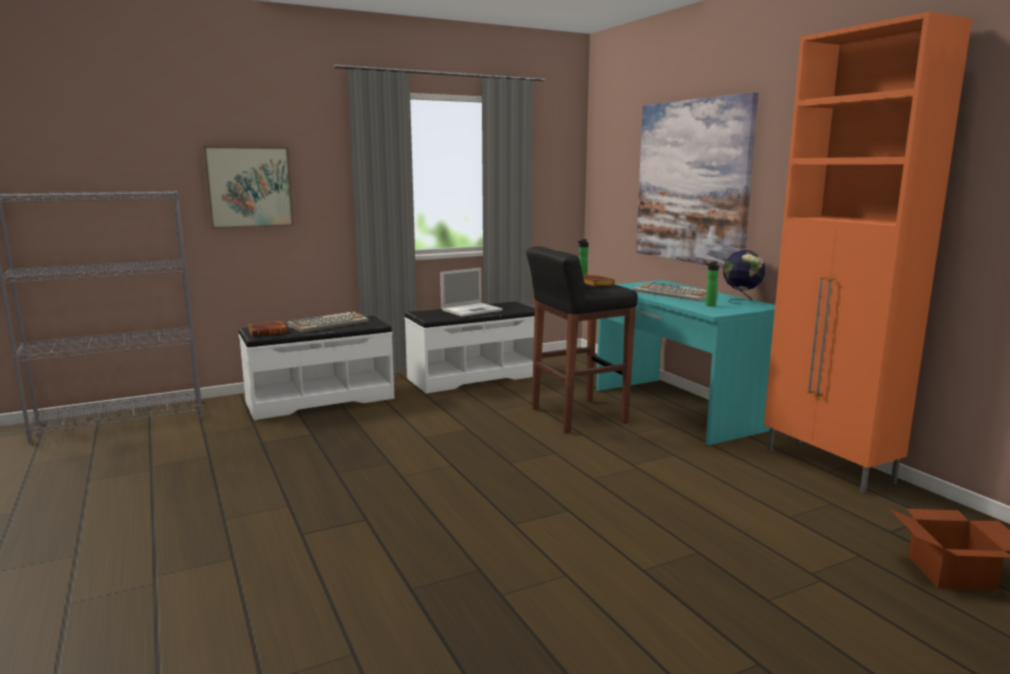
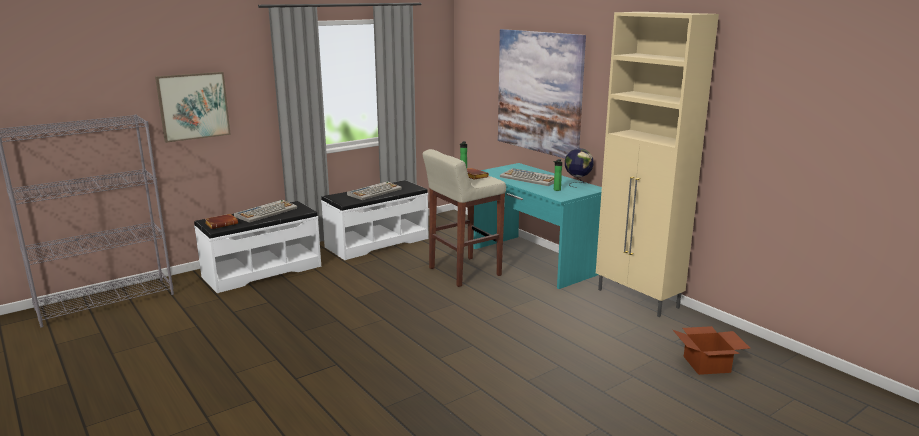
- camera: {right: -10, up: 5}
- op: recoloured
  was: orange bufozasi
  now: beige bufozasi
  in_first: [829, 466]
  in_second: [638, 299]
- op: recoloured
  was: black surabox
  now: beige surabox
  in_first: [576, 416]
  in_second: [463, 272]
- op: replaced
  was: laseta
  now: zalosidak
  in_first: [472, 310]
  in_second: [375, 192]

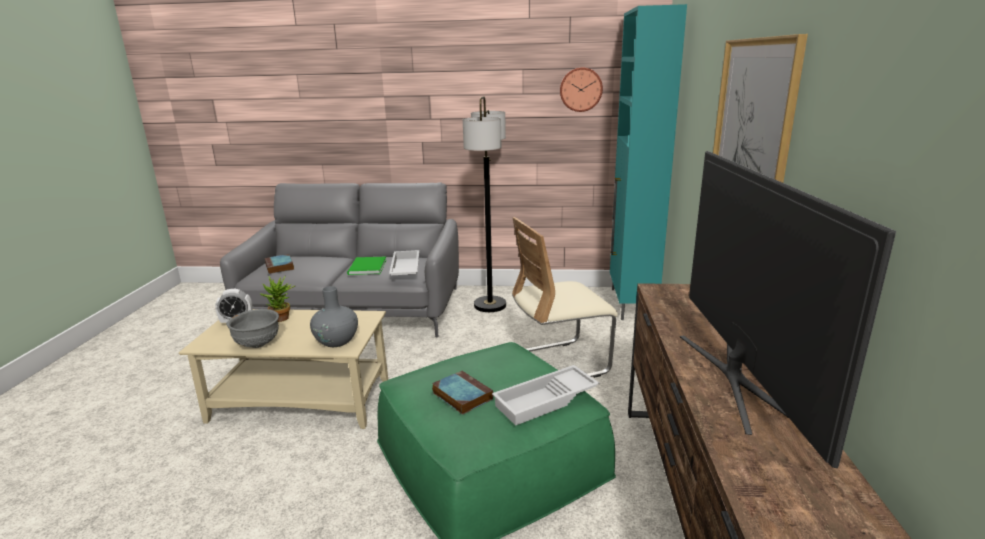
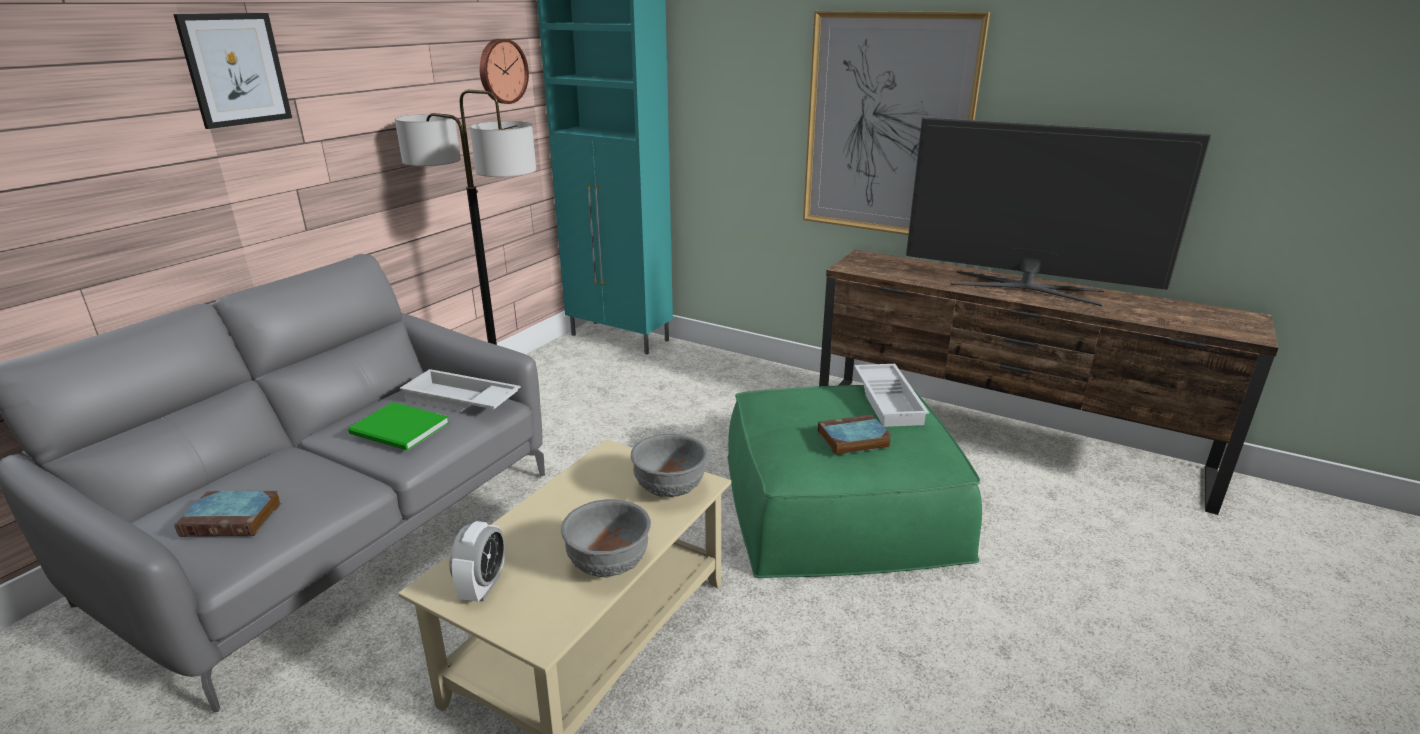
- camera: {right: -65, up: 5}
- op: removed
  was: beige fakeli
  in_first: [558, 364]
- op: removed
  was: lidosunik
  in_first: [282, 319]
- op: replaced
  was: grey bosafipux
  now: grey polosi
  in_first: [336, 341]
  in_second: [671, 490]
- op: added
  now: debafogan
  in_second: [235, 69]

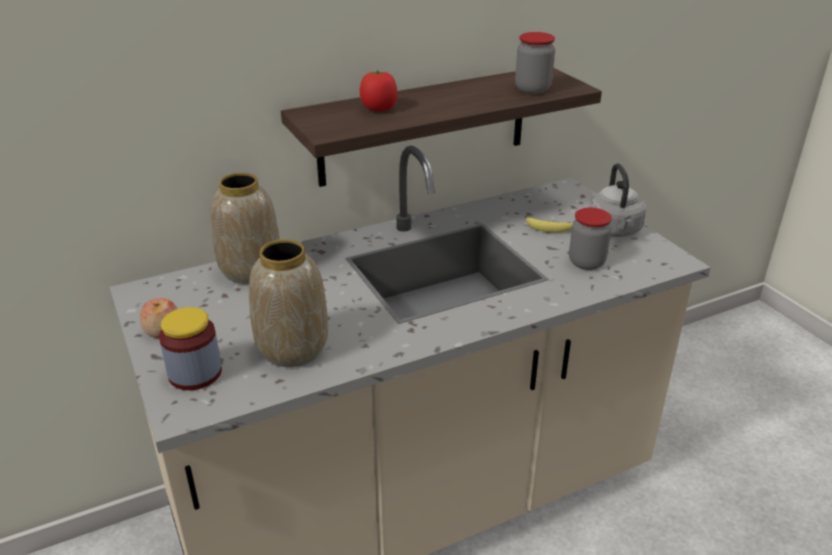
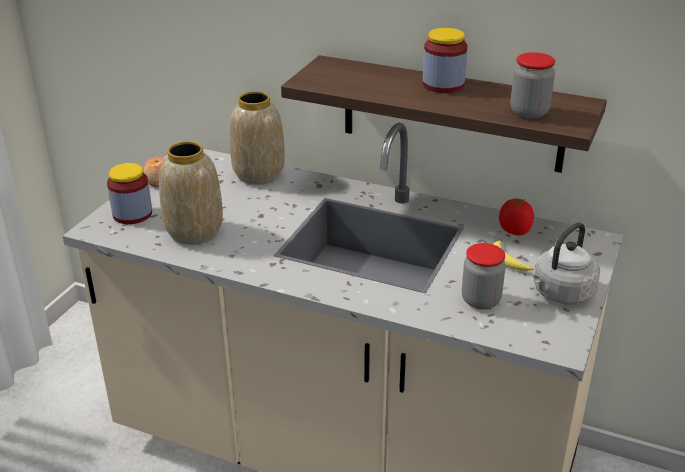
- camera: {right: 50, up: 0}
- op: moved
  was: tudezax
  in_first: [379, 109]
  in_second: [515, 231]
- op: added
  now: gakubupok
  in_second: [443, 85]

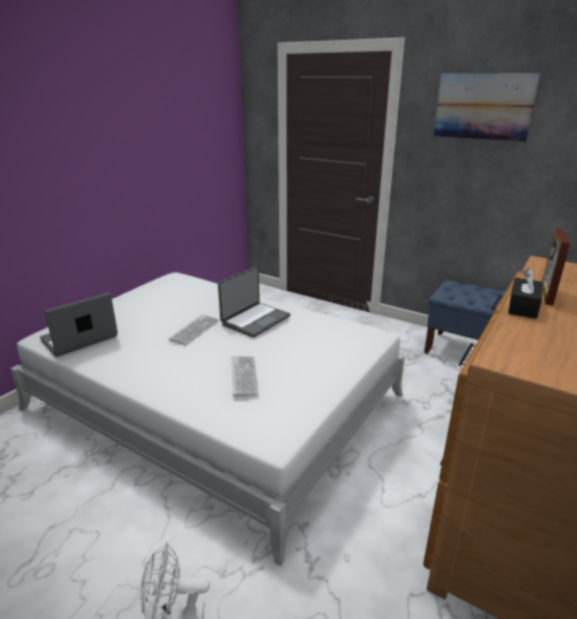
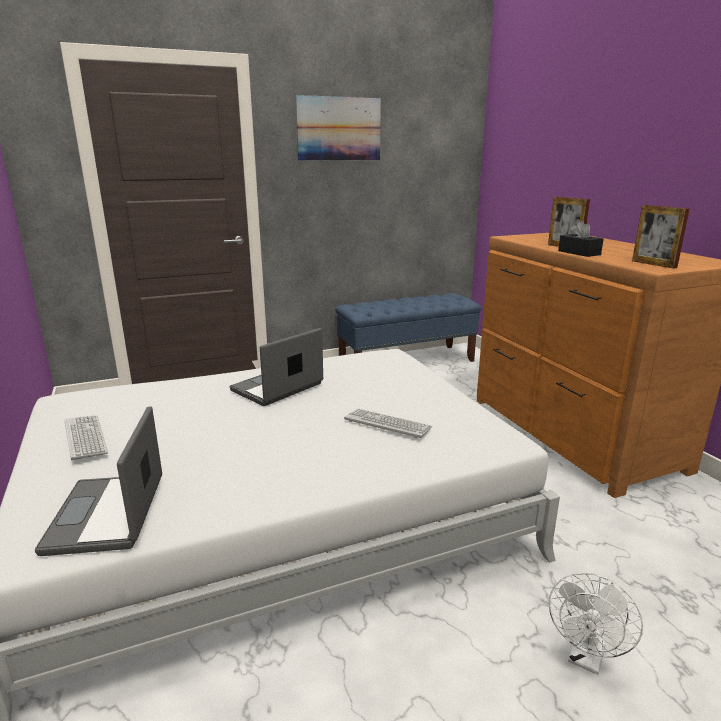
- camera: {right: -55, up: -5}
- op: turned
  was: laseta
  in_first: [255, 320]
  in_second: [278, 388]
  clockwise: -120
- op: moved
  was: zalosidak
  in_first: [194, 330]
  in_second: [85, 437]
- op: added
  now: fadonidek
  in_second: [654, 264]

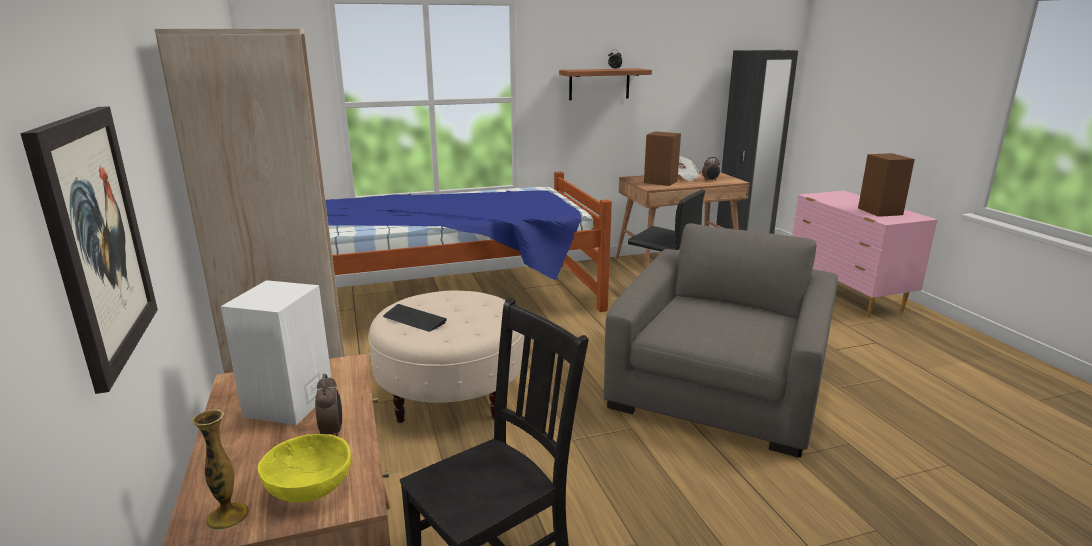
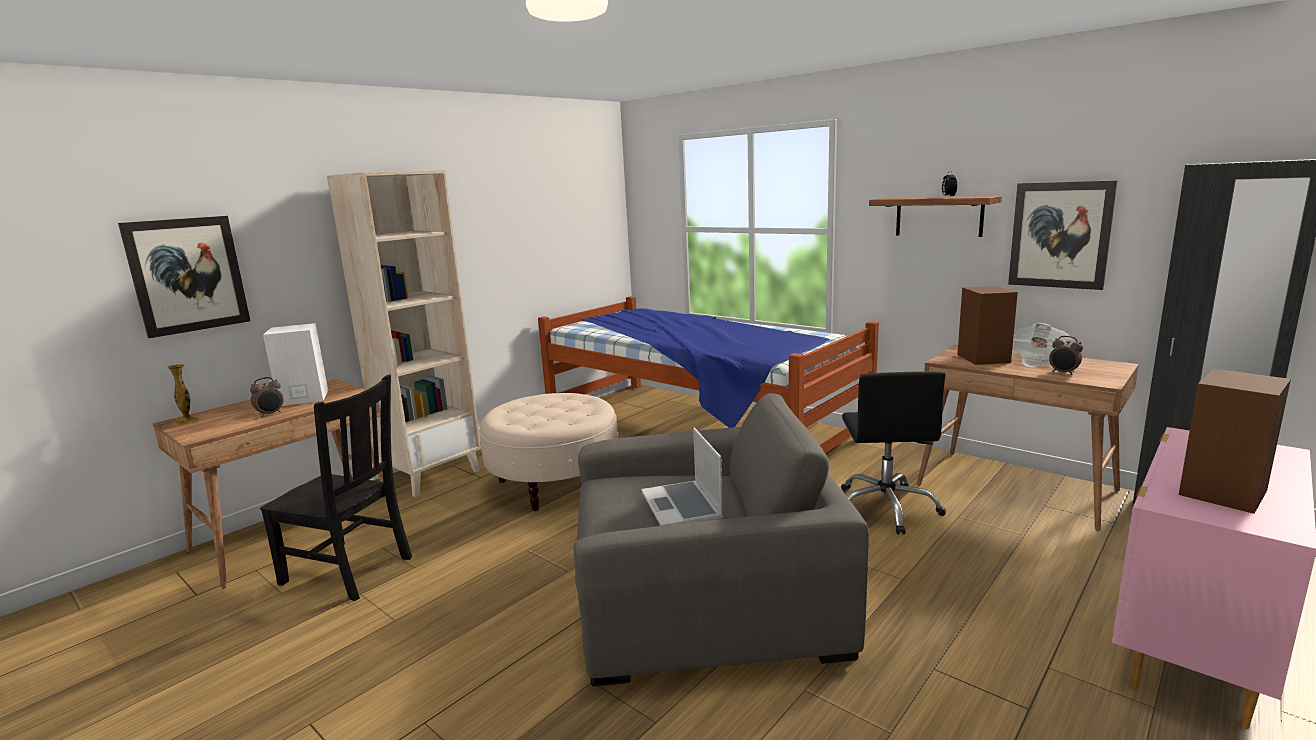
- camera: {right: 60, up: -5}
- op: removed
  was: zalosidak
  in_first: [414, 319]
- op: removed
  was: yellow polosi
  in_first: [309, 487]
- op: added
  now: debafogan
  in_second: [1060, 235]
- op: added
  now: laseta
  in_second: [683, 506]

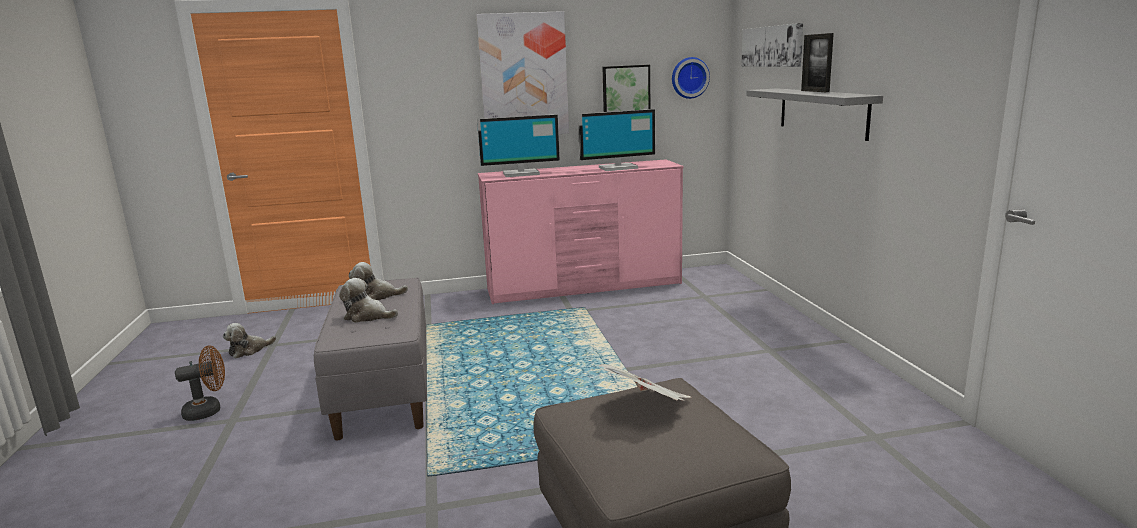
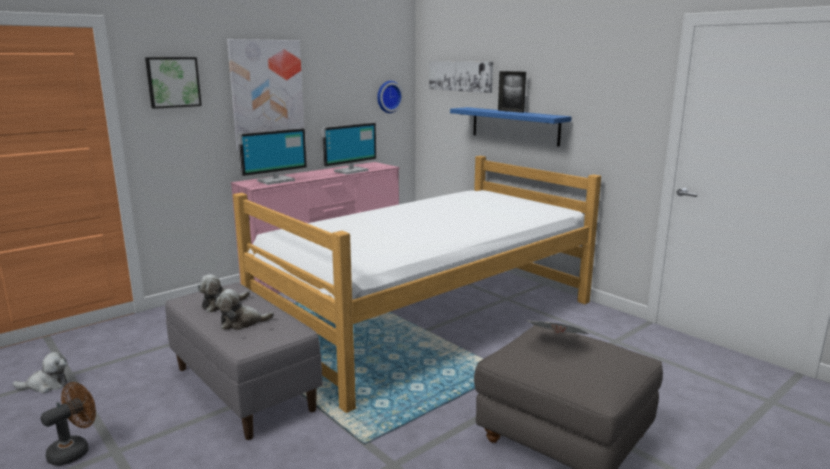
- camera: {right: -30, up: 0}
- op: moved
  was: debafogan
  in_first: [625, 90]
  in_second: [173, 82]
- op: recoloured
  was: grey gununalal
  now: blue gununalal
  in_first: [822, 112]
  in_second: [514, 126]
- op: turned
  was: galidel
  in_first: [249, 350]
  in_second: [46, 385]
  clockwise: -120
- op: added
  now: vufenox
  in_second: [430, 318]

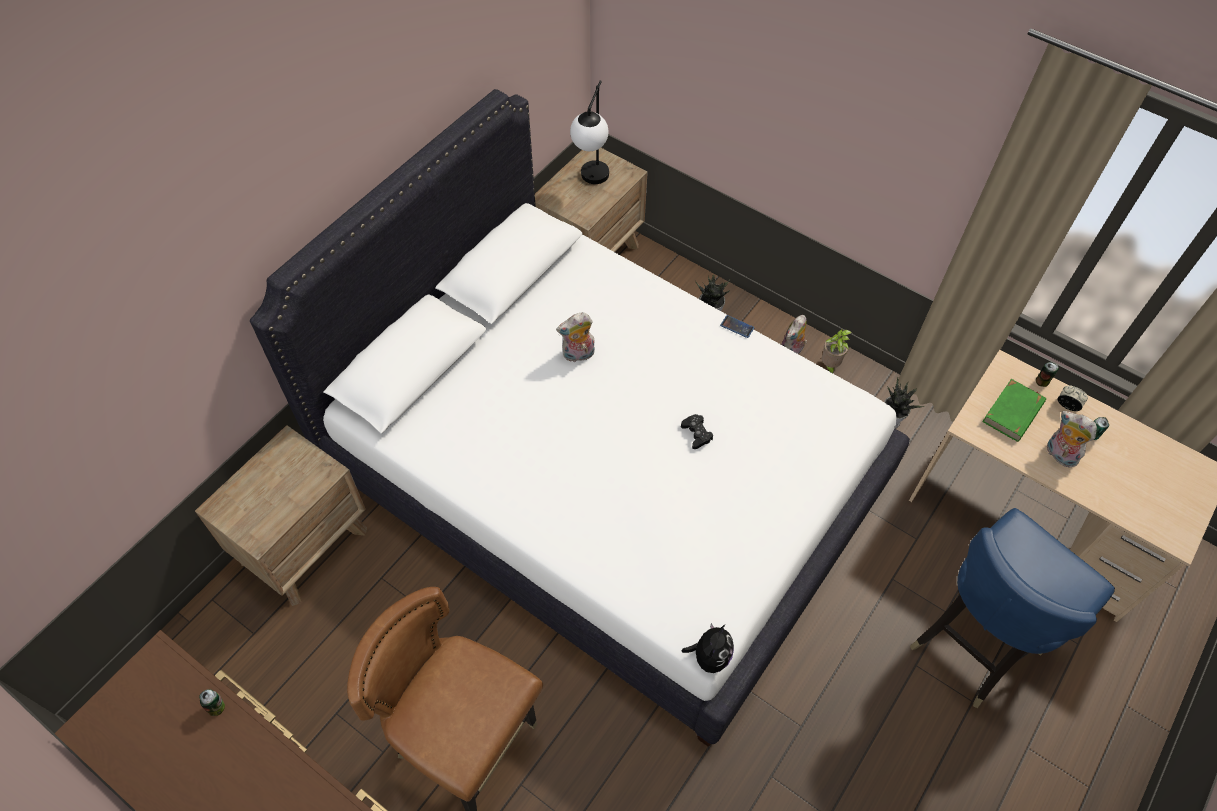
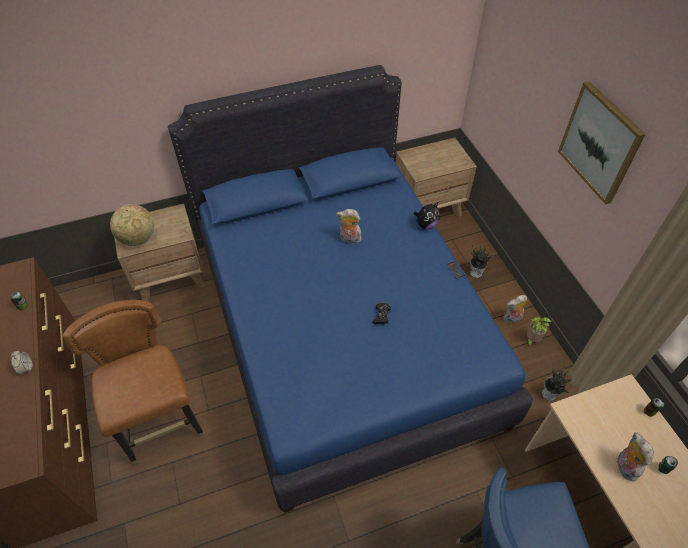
- camera: {right: 35, up: -5}
- op: removed
  was: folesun
  in_first: [592, 182]
- op: recoloured
  was: white vufenox
  now: blue vufenox
  in_first: [604, 481]
  in_second: [342, 330]
- op: removed
  was: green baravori
  in_first: [1013, 413]
- op: moved
  was: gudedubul
  in_first: [1067, 405]
  in_second: [26, 368]
- op: moved
  was: galidel
  in_first: [709, 656]
  in_second: [426, 225]
- op: added
  now: debafogan
  in_second: [600, 143]
- op: added
  now: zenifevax
  in_second: [138, 239]

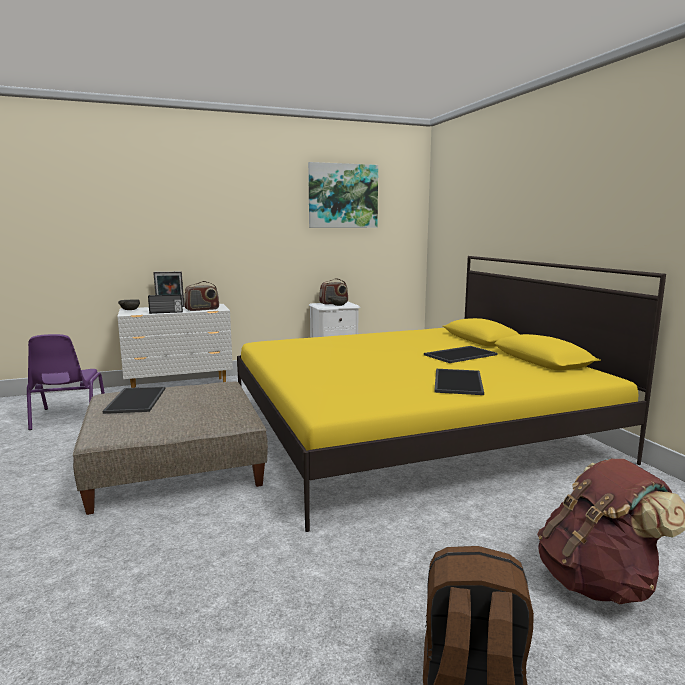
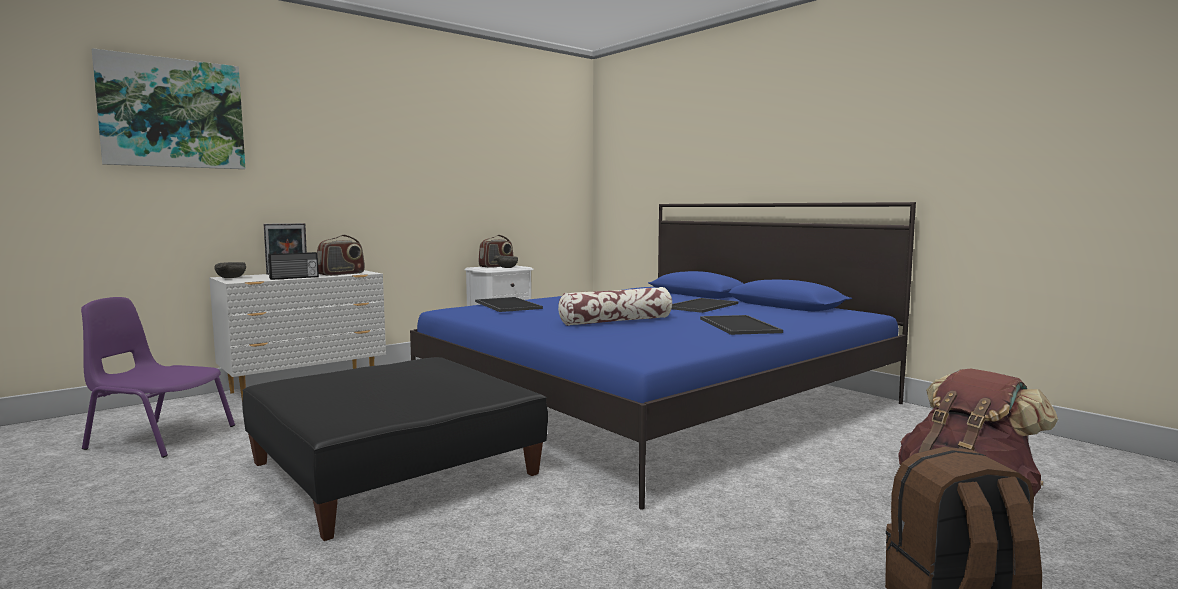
- camera: {right: -20, up: -5}
- op: moved
  was: debafogan
  in_first: [343, 196]
  in_second: [172, 113]
- op: recoloured
  was: yellow vufenox
  now: blue vufenox
  in_first: [411, 430]
  in_second: [654, 400]
- op: turned
  was: purple fakeli
  in_first: [68, 417]
  in_second: [159, 437]
  clockwise: 135
- op: recoloured
  was: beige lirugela
  now: black lirugela
  in_first: [175, 464]
  in_second: [394, 468]
- op: moved
  was: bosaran
  in_first: [135, 400]
  in_second: [506, 305]
- op: added
  now: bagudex
  in_second: [616, 321]

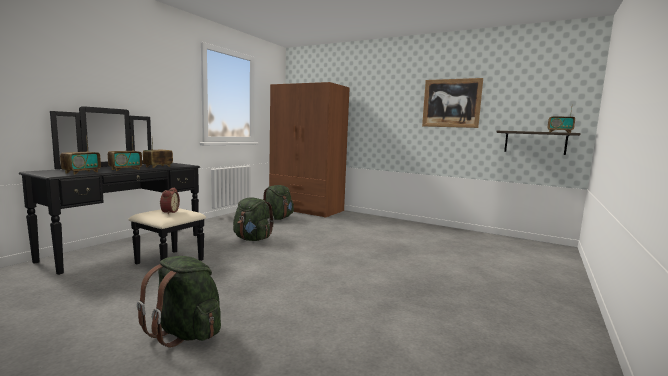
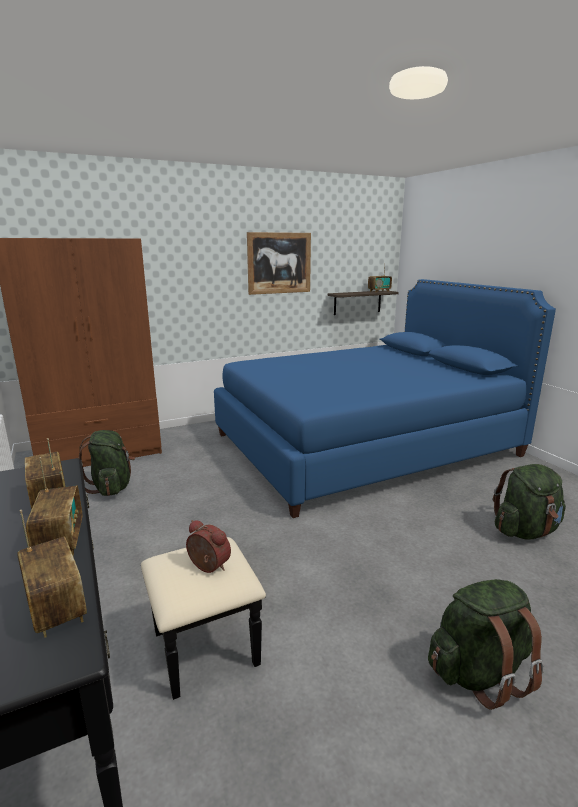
- camera: {right: -55, up: 10}
- op: moved
  was: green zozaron
  in_first: [252, 239]
  in_second: [525, 531]
- op: added
  now: blue vufenox
  in_second: [364, 444]

